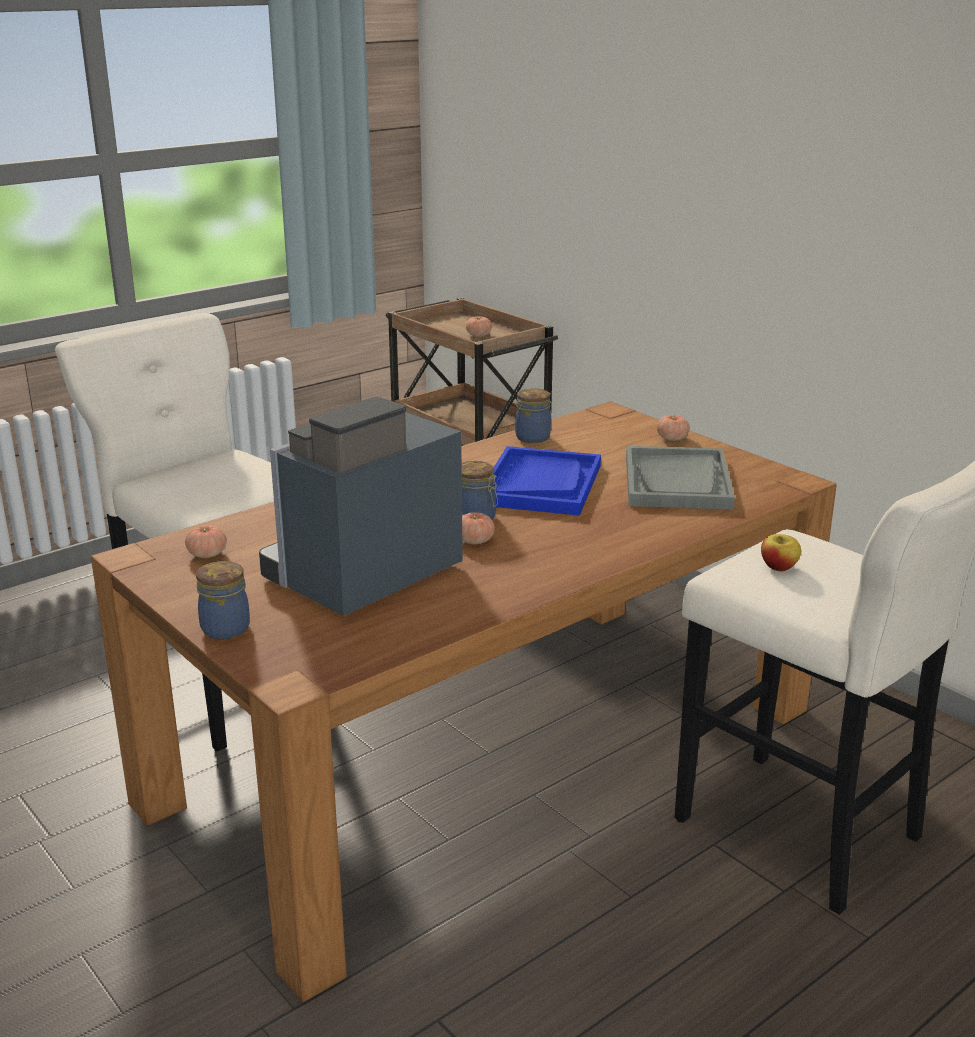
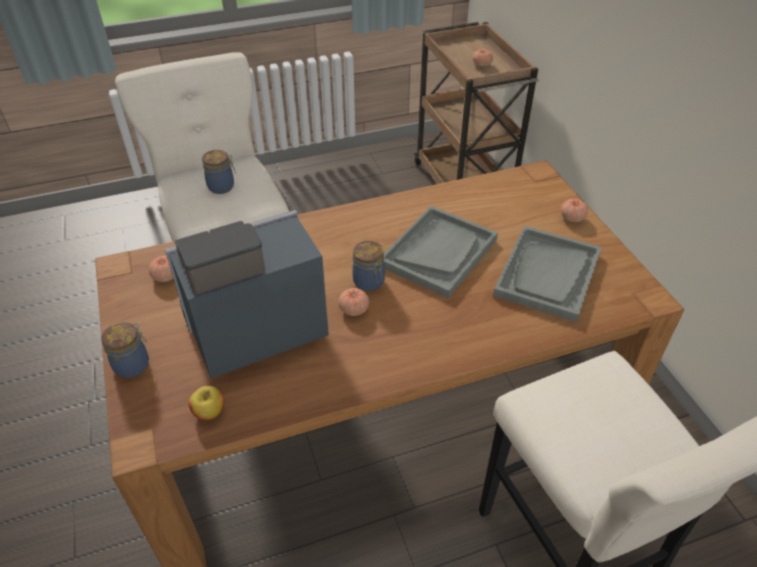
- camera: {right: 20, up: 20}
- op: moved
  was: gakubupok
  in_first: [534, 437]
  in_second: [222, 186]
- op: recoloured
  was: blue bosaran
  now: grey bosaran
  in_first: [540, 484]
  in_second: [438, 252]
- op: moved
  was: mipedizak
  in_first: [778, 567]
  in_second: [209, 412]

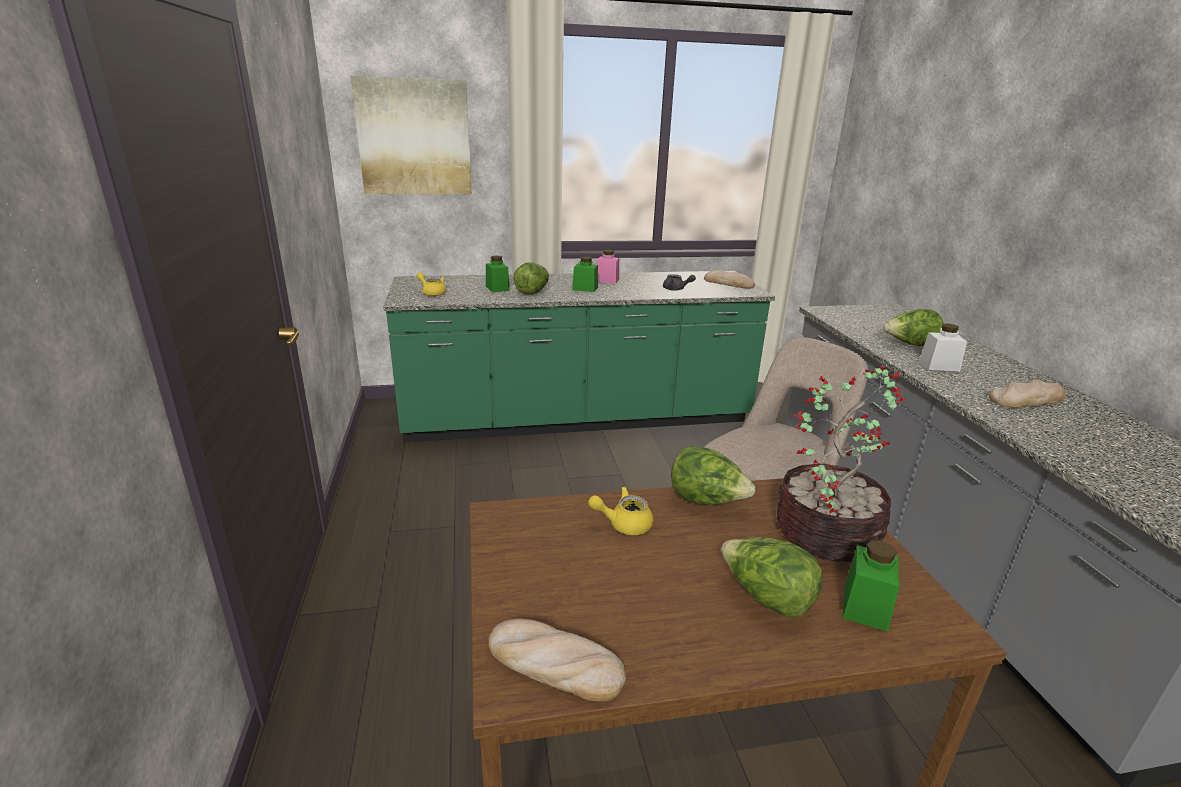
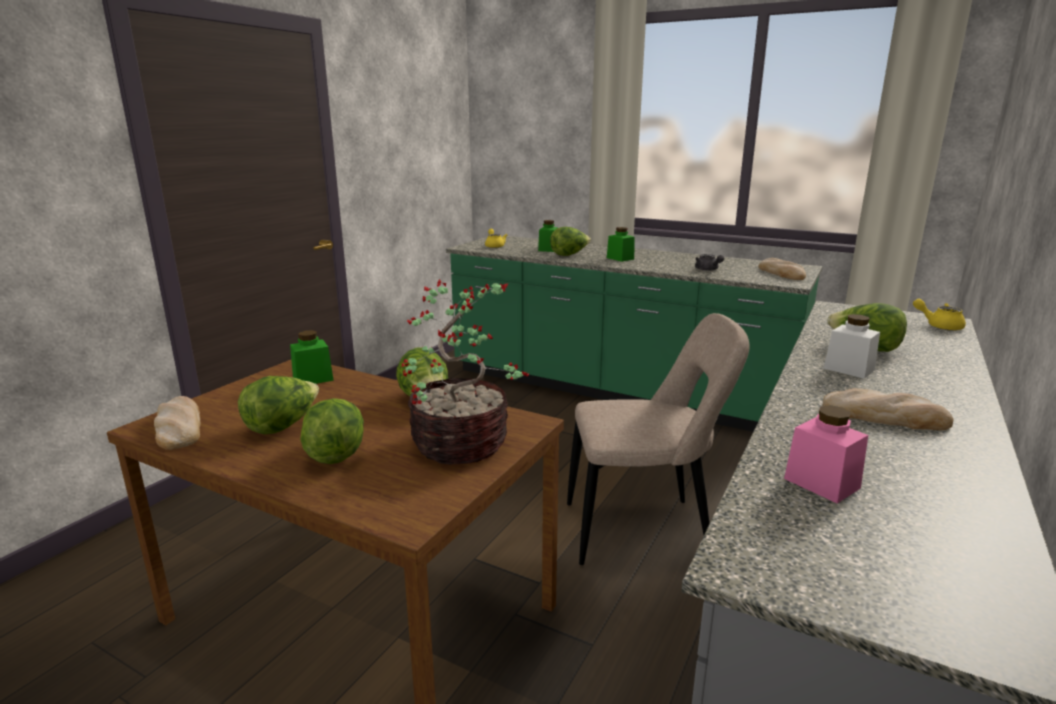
- camera: {right: 40, up: -5}
- op: removed
  was: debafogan
  in_first: [414, 137]
- op: moved
  was: pink gakubupok
  in_first: [607, 280]
  in_second: [821, 483]
- op: moved
  was: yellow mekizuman
  in_first: [623, 524]
  in_second: [939, 326]
- op: moved
  was: green gakubupok
  in_first: [865, 607]
  in_second: [313, 379]
- op: added
  now: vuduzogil
  in_second: [282, 426]

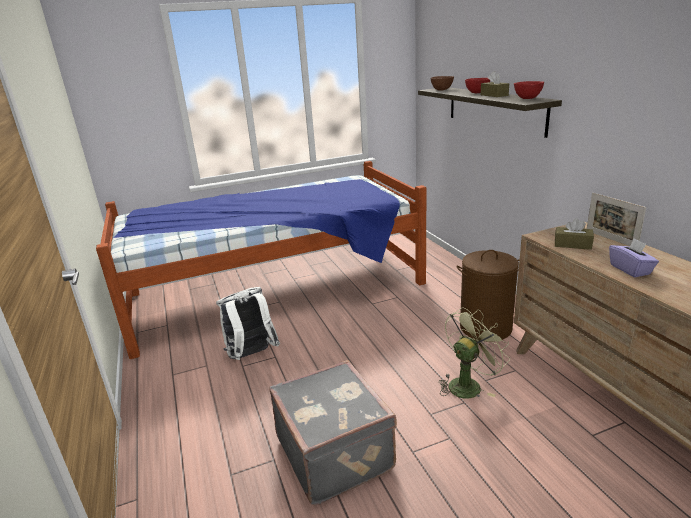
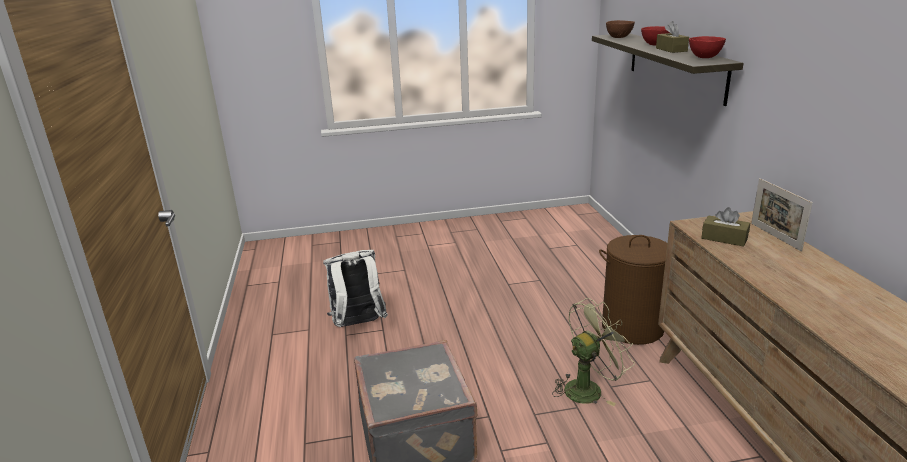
- camera: {right: 10, up: 0}
- op: removed
  was: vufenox
  in_first: [276, 289]
- op: removed
  was: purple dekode
  in_first: [630, 269]

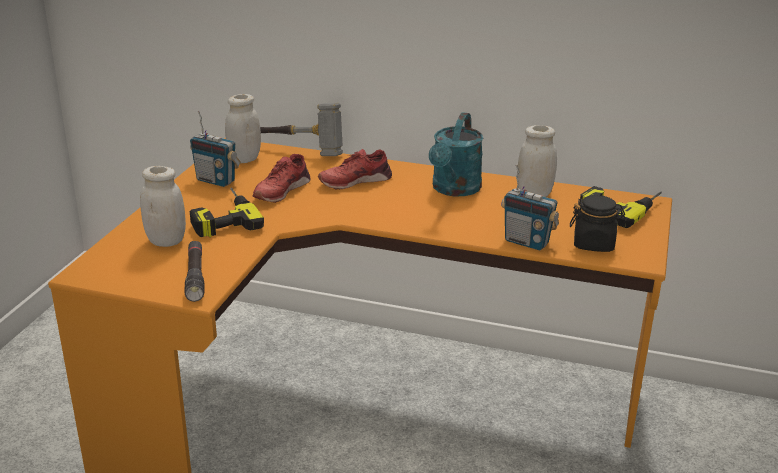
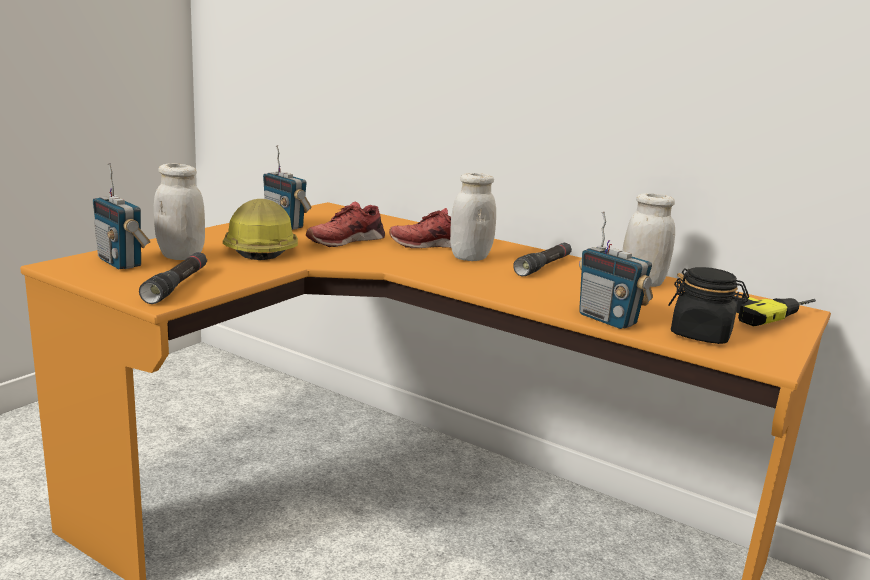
- camera: {right: 15, up: -10}
- op: moved
  was: white gakubupok
  in_first: [244, 159]
  in_second: [470, 257]
- op: removed
  was: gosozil
  in_first: [295, 150]
- op: replaced
  was: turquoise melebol
  now: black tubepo
  in_first: [454, 190]
  in_second: [543, 266]
- op: replaced
  was: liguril
  now: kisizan
  in_first: [222, 217]
  in_second: [260, 249]
- op: added
  now: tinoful
  in_second: [121, 263]

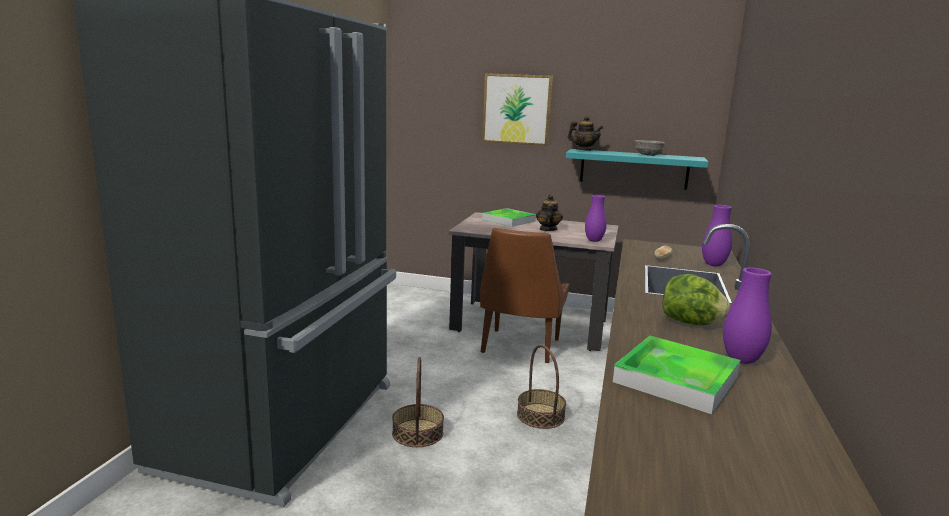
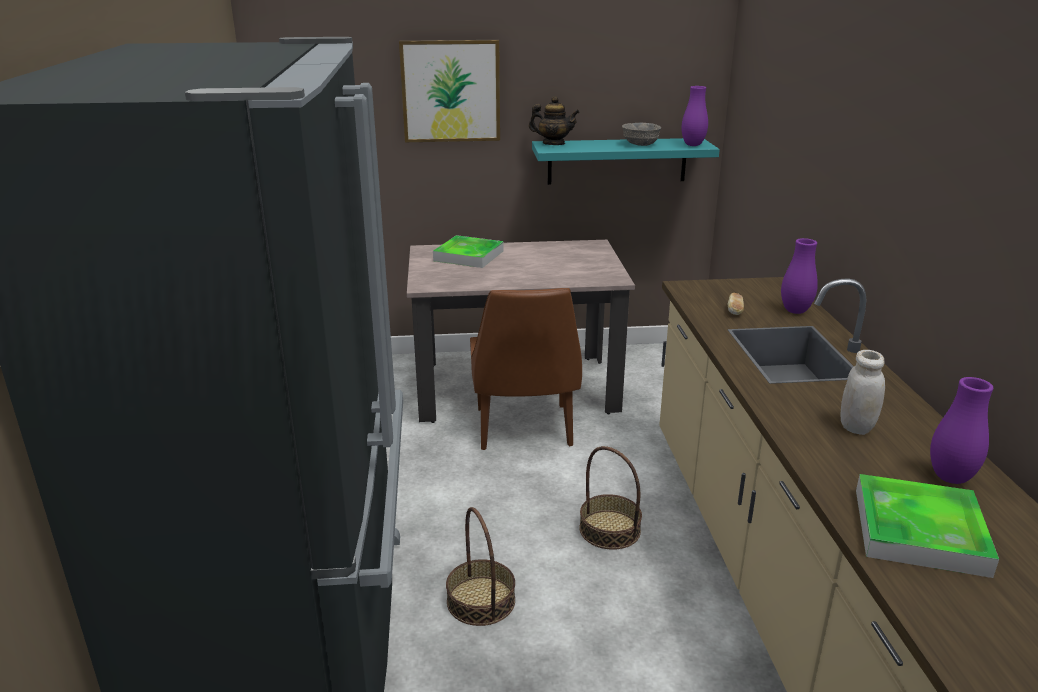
- camera: {right: -20, up: 10}
- op: removed
  was: mekizuman
  in_first: [548, 229]
- op: moved
  was: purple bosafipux
  in_first: [594, 240]
  in_second: [693, 145]
- op: replaced
  was: vuduzogil
  now: white gakubupok
  in_first: [690, 323]
  in_second: [856, 427]

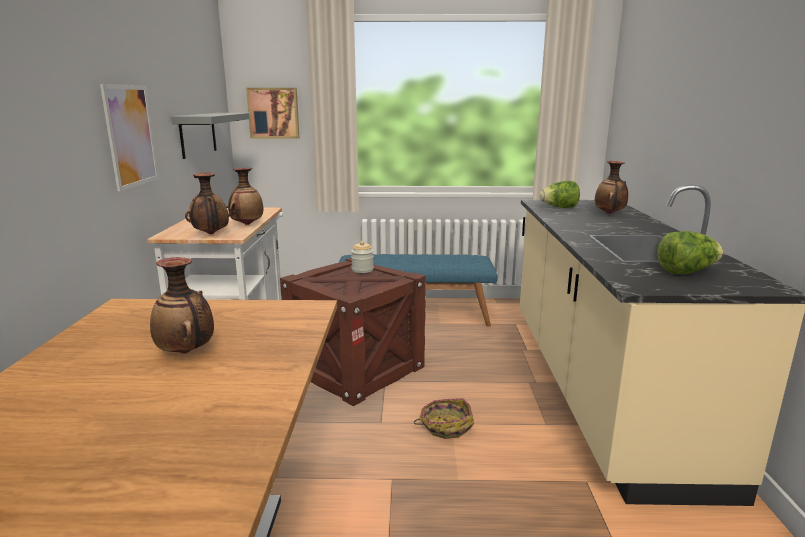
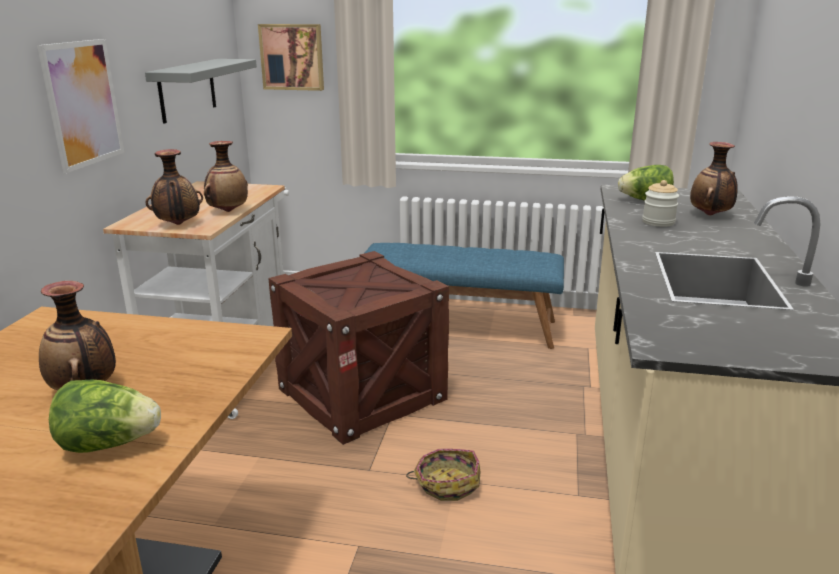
- camera: {right: 10, up: 5}
- op: moved
  was: vuduzogil
  in_first: [686, 272]
  in_second: [109, 444]
- op: moved
  was: gakubupok
  in_first: [362, 270]
  in_second: [658, 222]

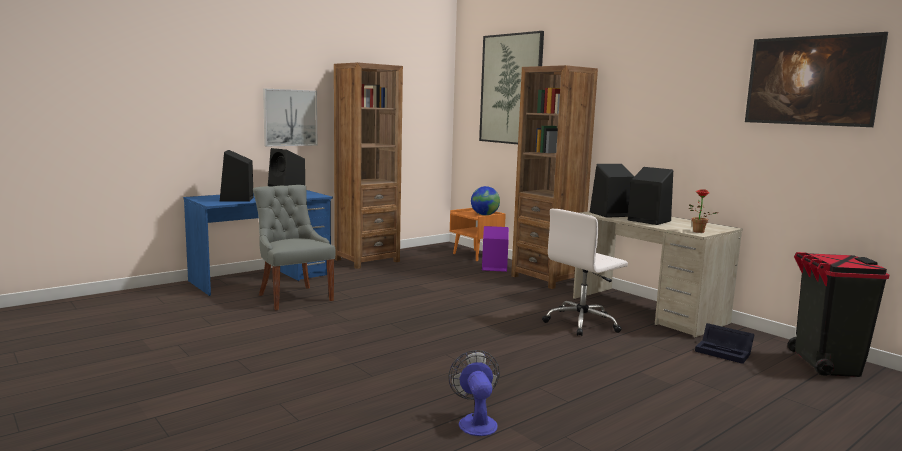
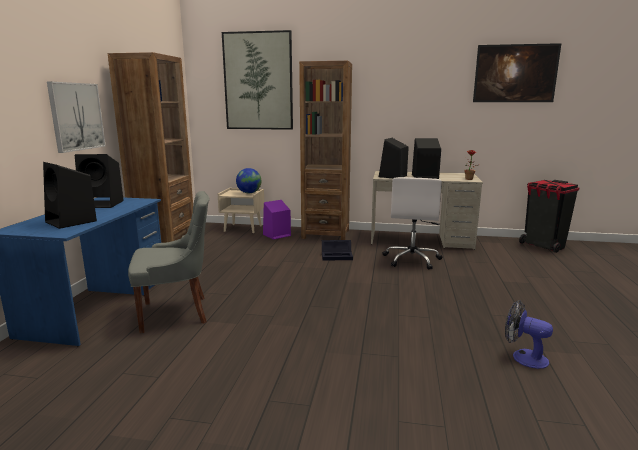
- camera: {right: -40, up: 5}
- op: turned
  was: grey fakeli
  in_first: [293, 297]
  in_second: [177, 313]
  clockwise: 150
- op: recoloured
  was: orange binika
  now: beige binika
  in_first: [476, 255]
  in_second: [243, 228]
- op: moved
  was: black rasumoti
  in_first: [725, 352]
  in_second: [337, 256]

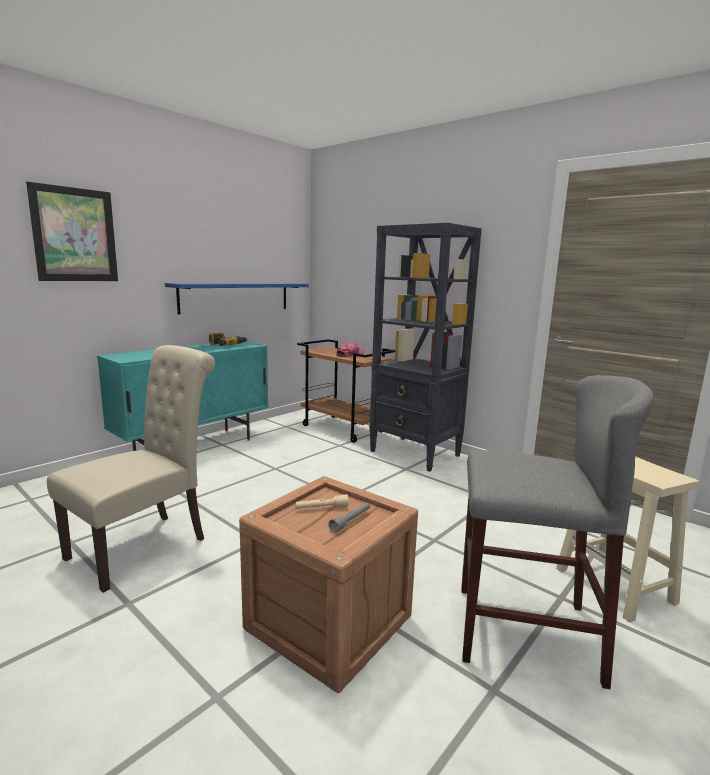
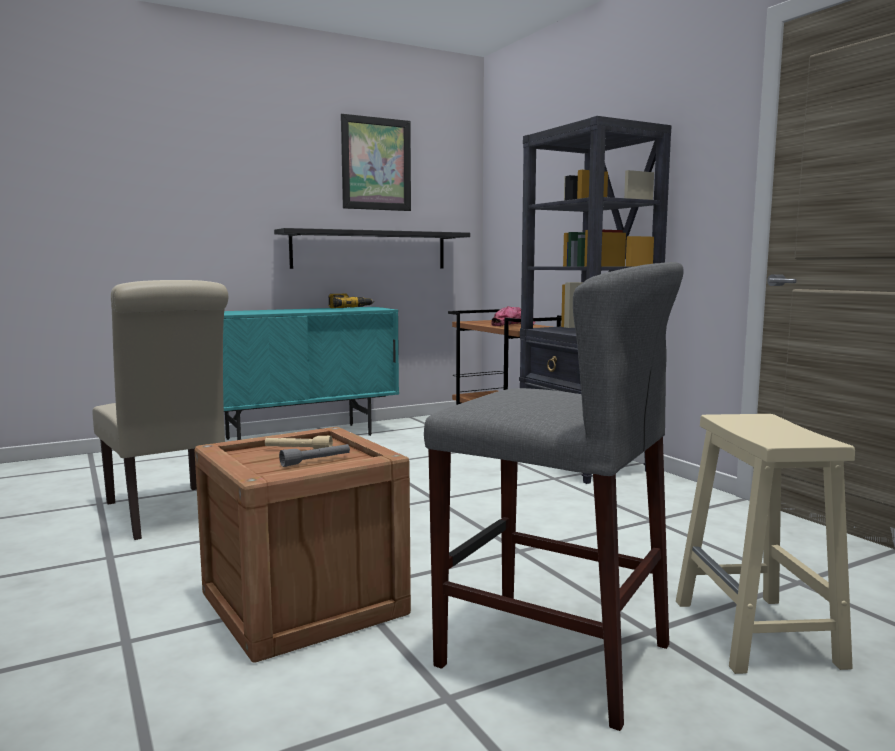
- camera: {right: 20, up: -5}
- op: moved
  was: debafogan
  in_first: [75, 235]
  in_second: [376, 164]
- op: recoloured
  was: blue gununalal
  now: black gununalal
  in_first: [236, 297]
  in_second: [370, 250]
- op: turned
  was: beige fakeli
  in_first: [145, 545]
  in_second: [169, 514]
  clockwise: 90

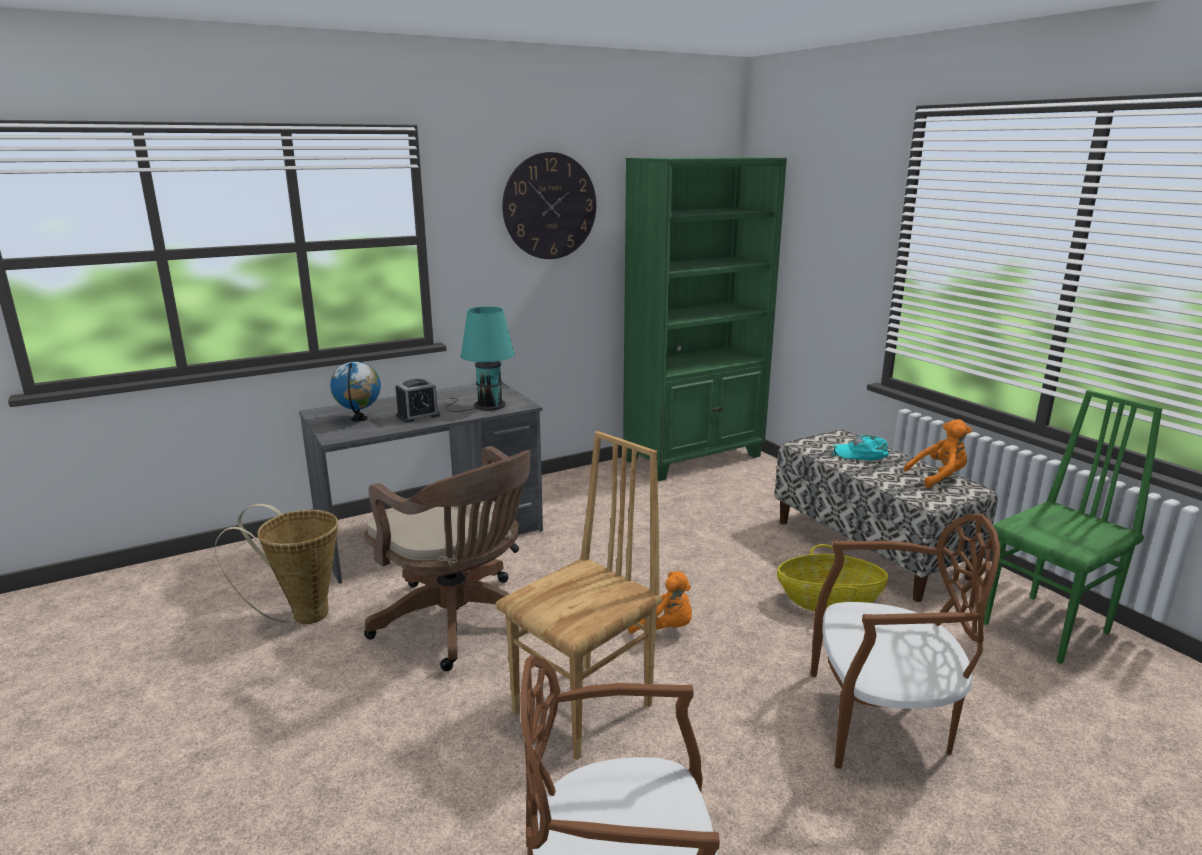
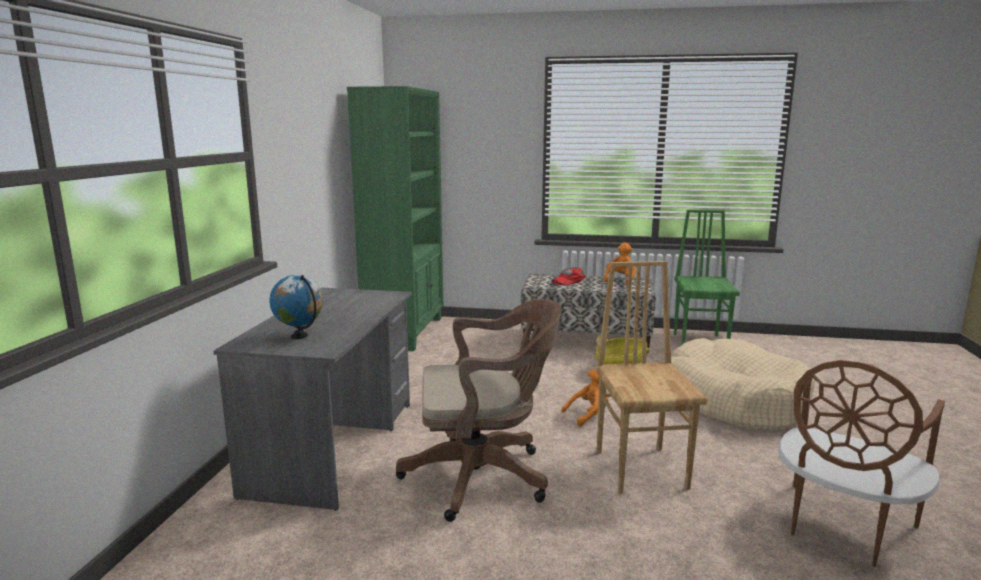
- camera: {right: -50, up: -5}
- op: removed
  was: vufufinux
  in_first: [550, 206]
- op: removed
  was: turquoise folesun
  in_first: [486, 406]
- op: removed
  was: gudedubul
  in_first: [418, 416]
- op: recoloured
  was: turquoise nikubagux
  now: red nikubagux
  in_first: [861, 454]
  in_second: [568, 281]
- op: removed
  was: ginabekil
  in_first: [302, 615]
- op: replaced
  was: brown fakeli
  now: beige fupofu
  in_first: [882, 721]
  in_second: [733, 401]

